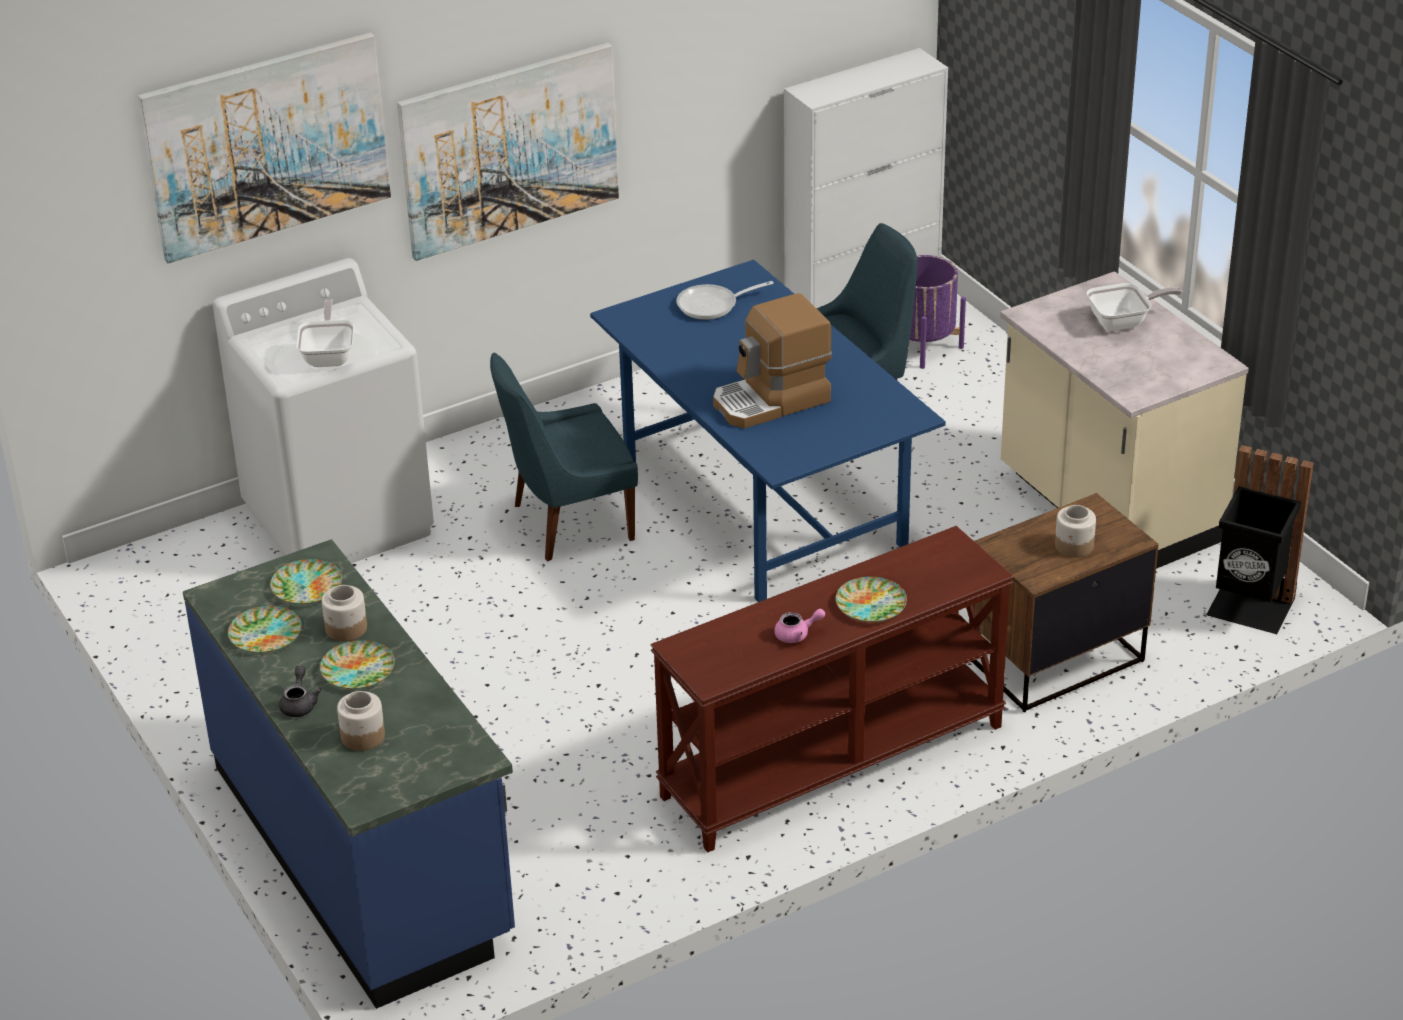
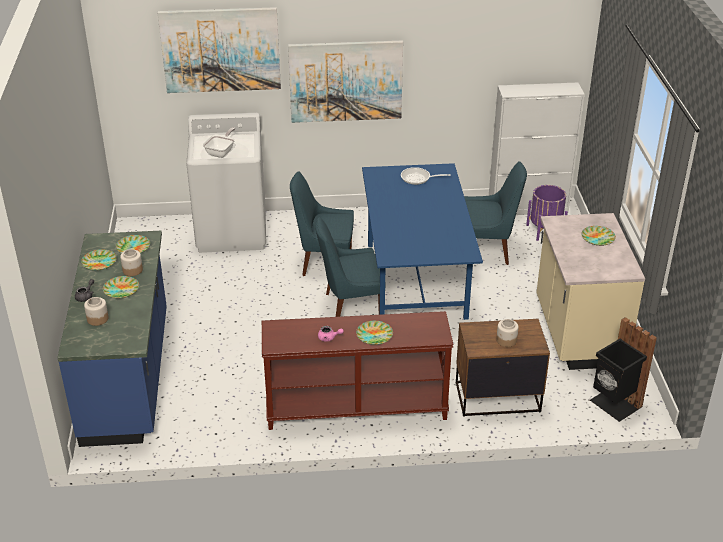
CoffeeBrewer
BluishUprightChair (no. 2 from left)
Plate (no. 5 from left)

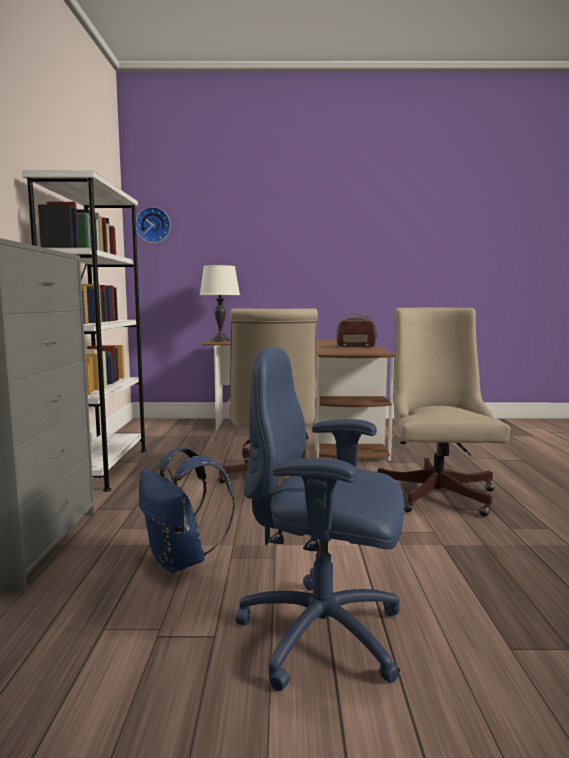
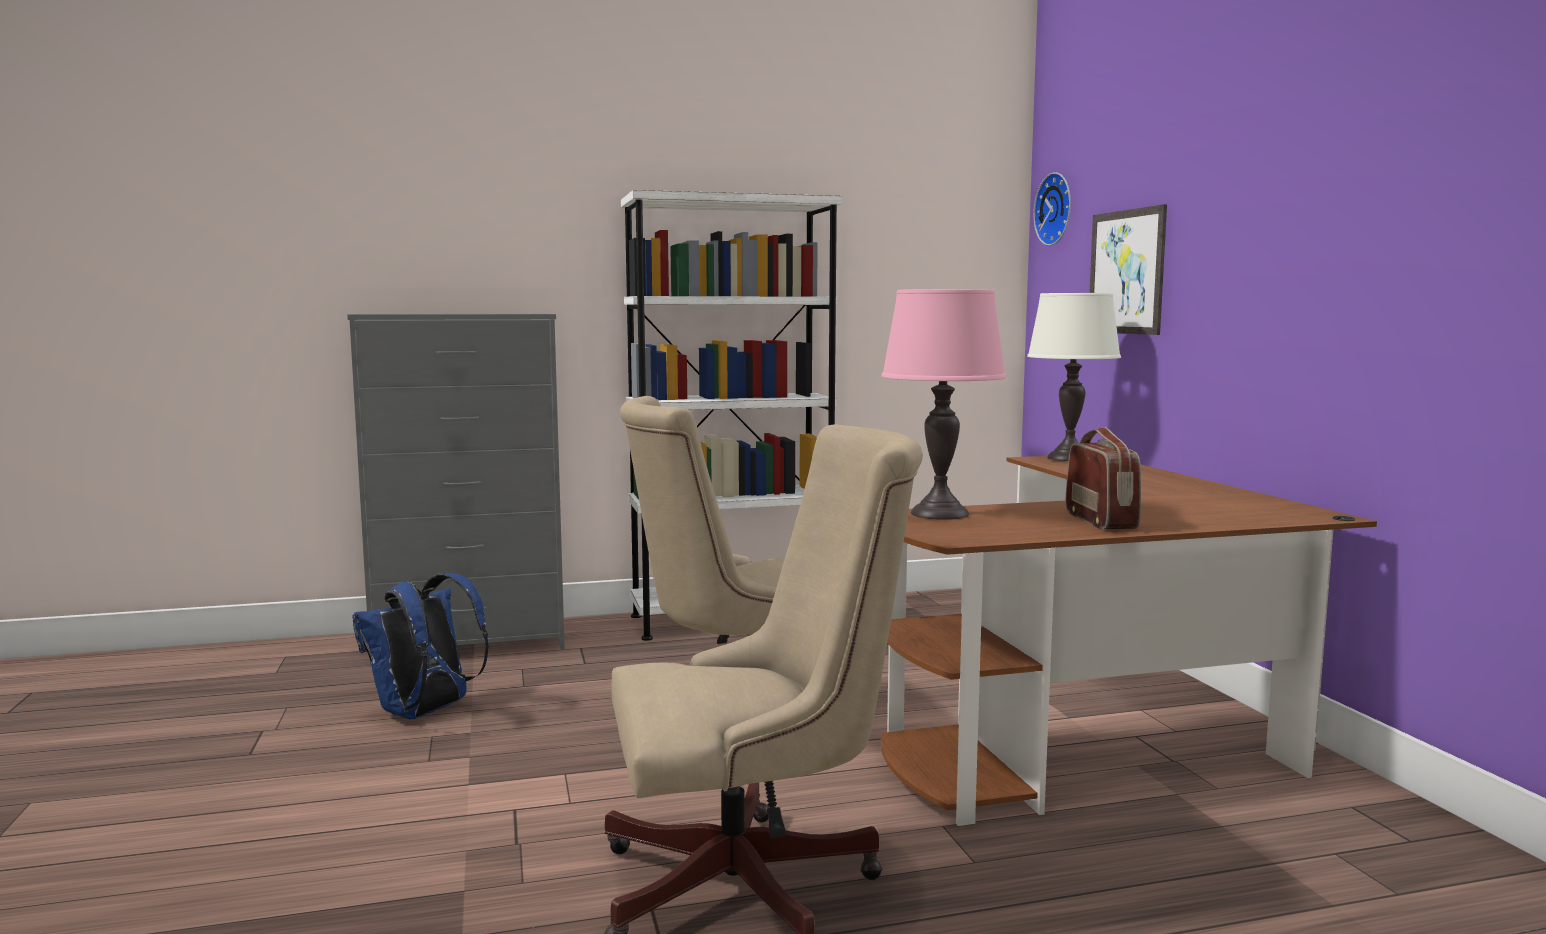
BluishDeskChair
PinkColouredTableLamp
WallArt

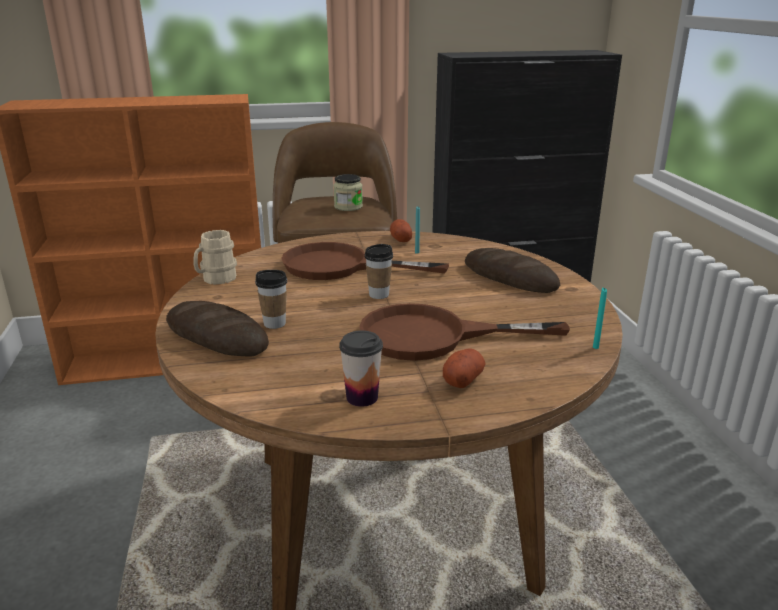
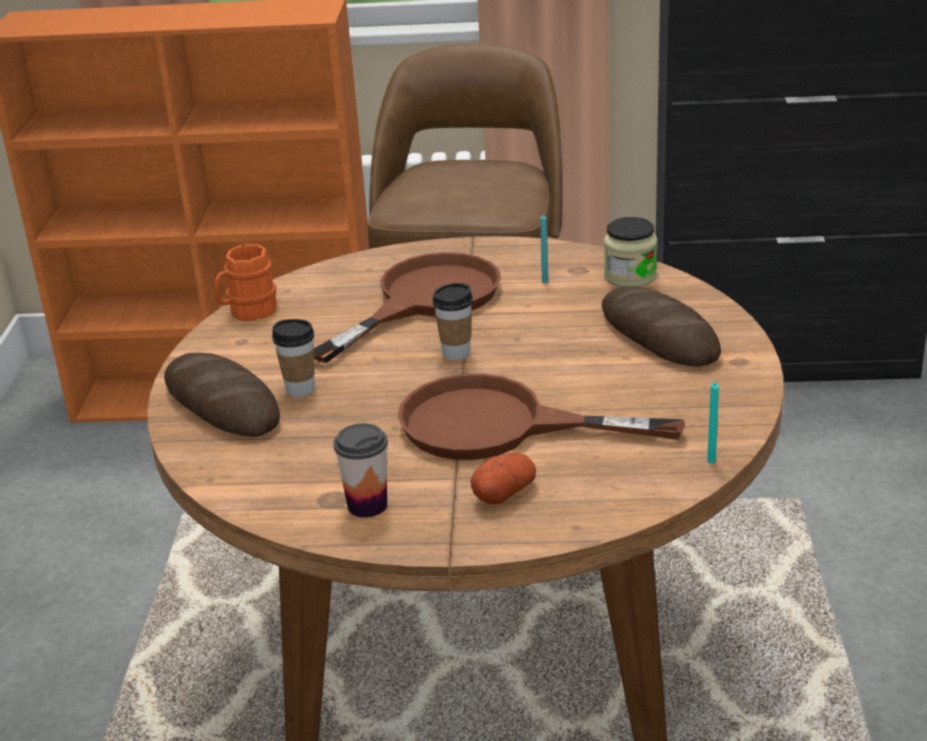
Potato (no. 1 from left in the first image)
Jar
OrangeyTeaMug
BrownColouredPan (no. 1 from left)

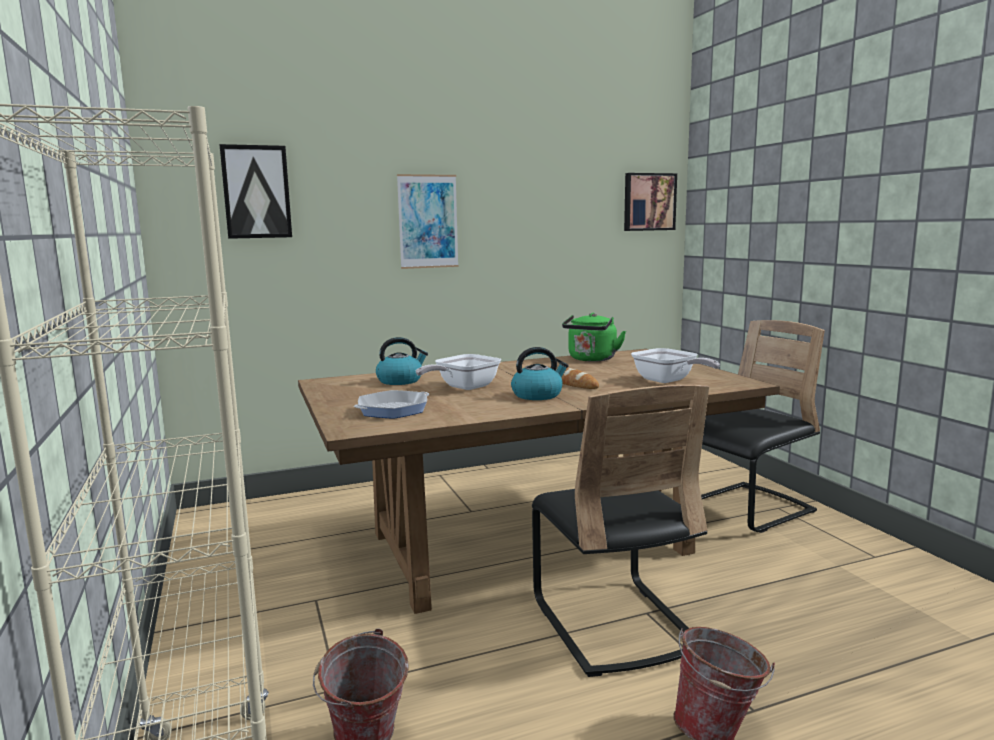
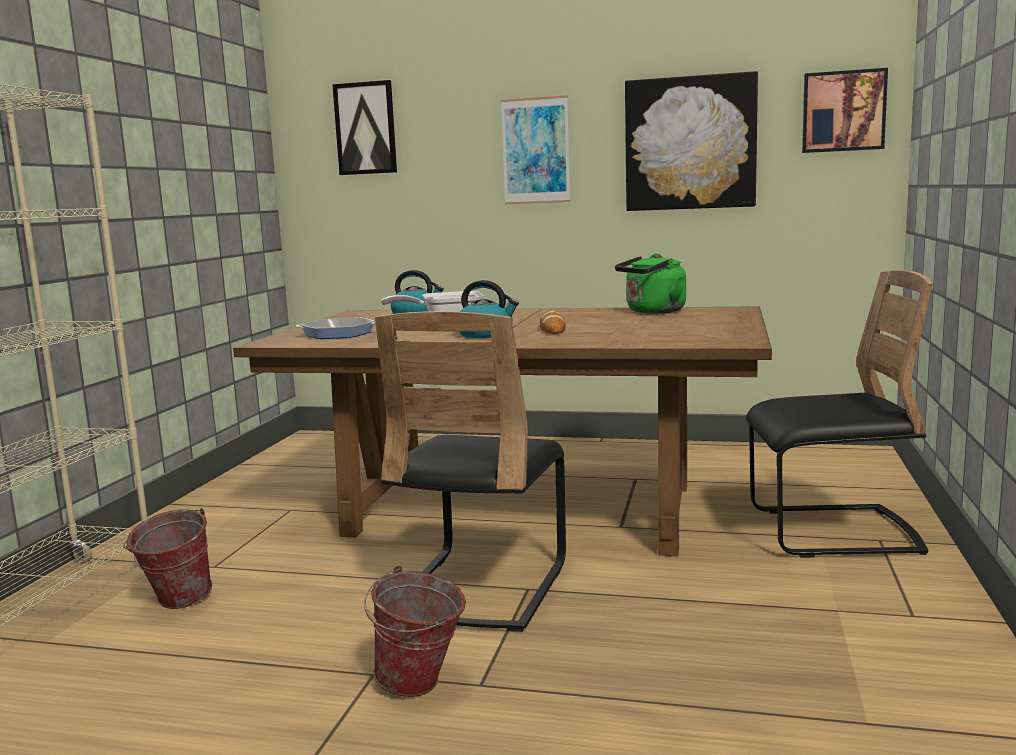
Pan (no. 3 from left in the first image)
WallArt (no. 3 from left)

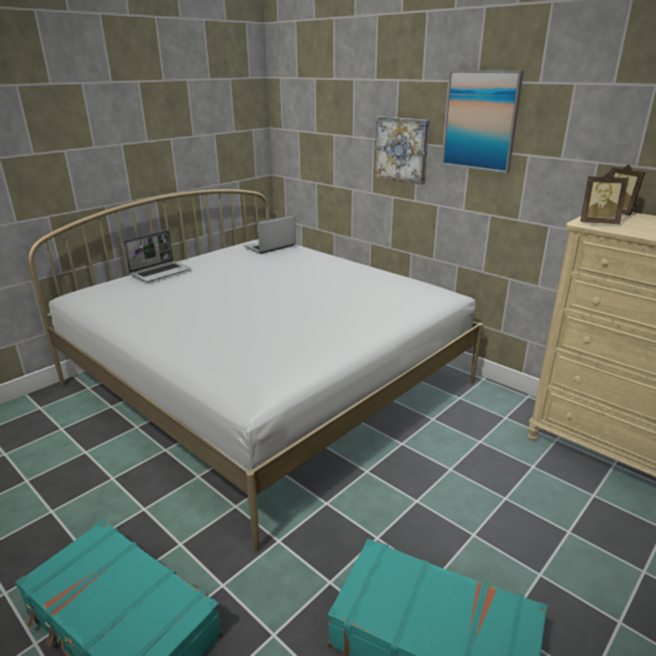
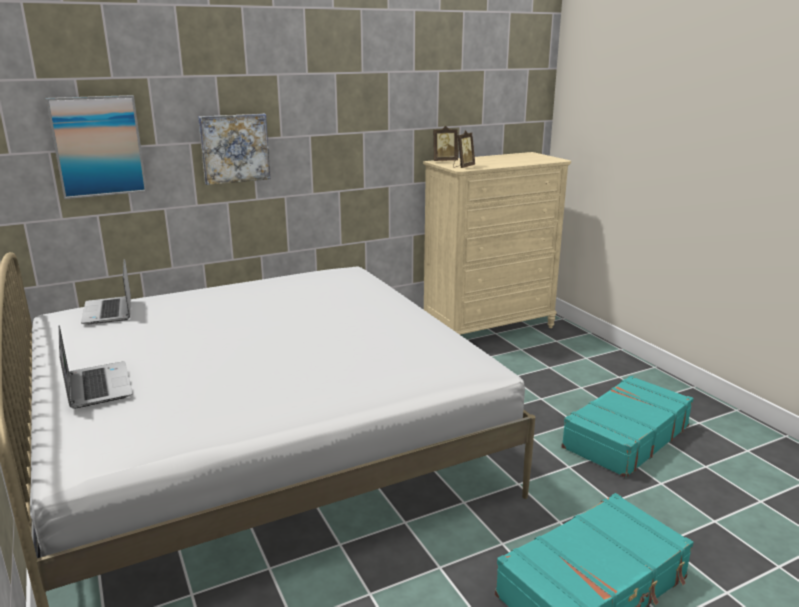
WallArt (no. 1 from left)

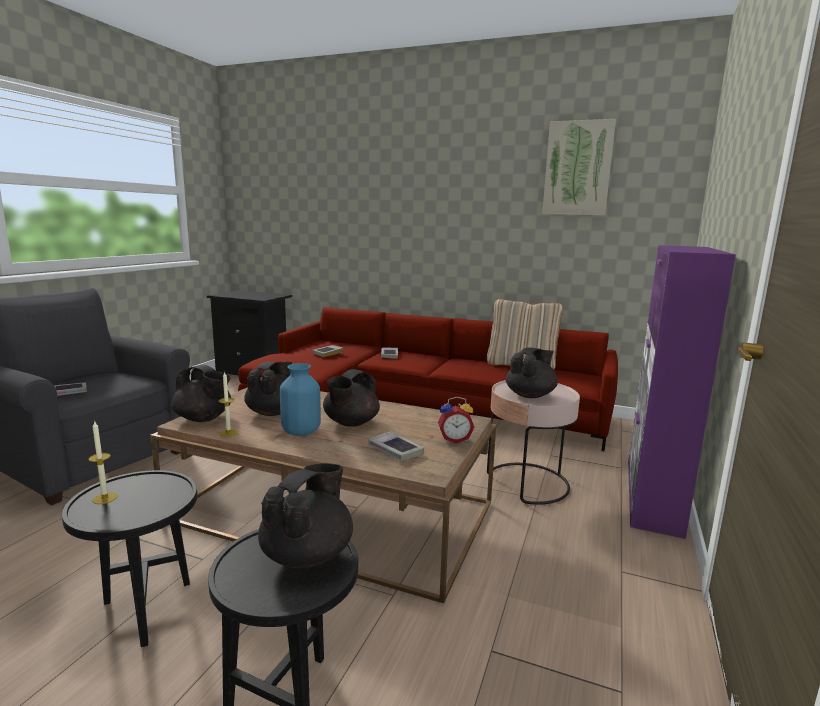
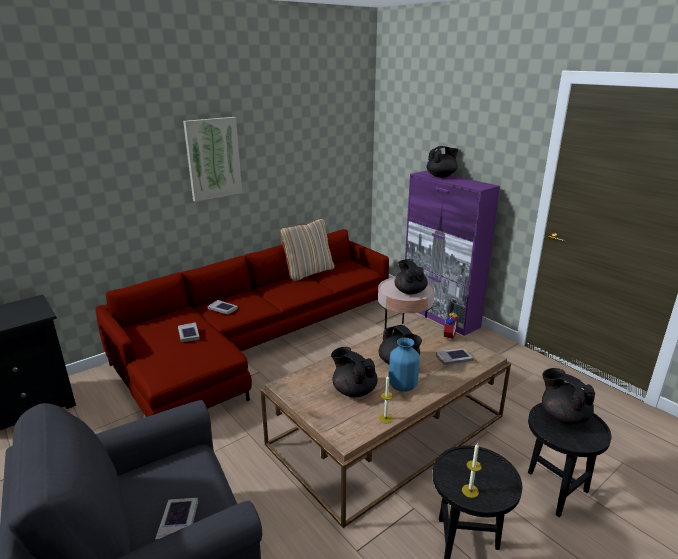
BlackishTeapot (no. 4 from left)
WallArt

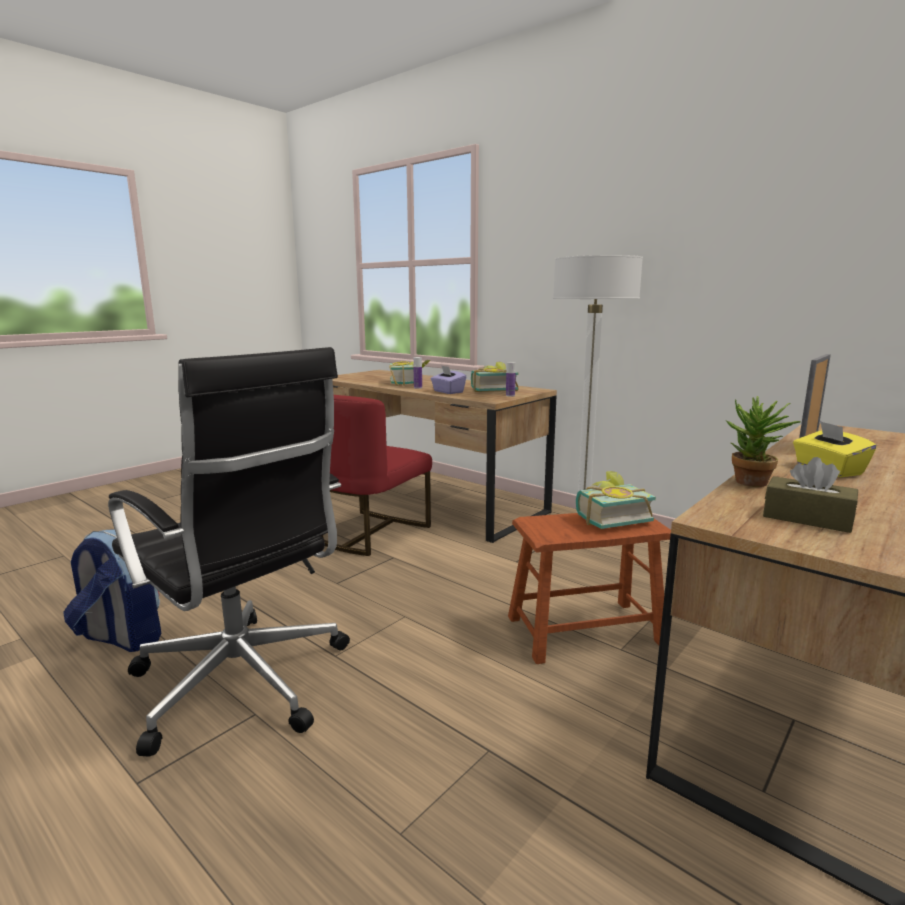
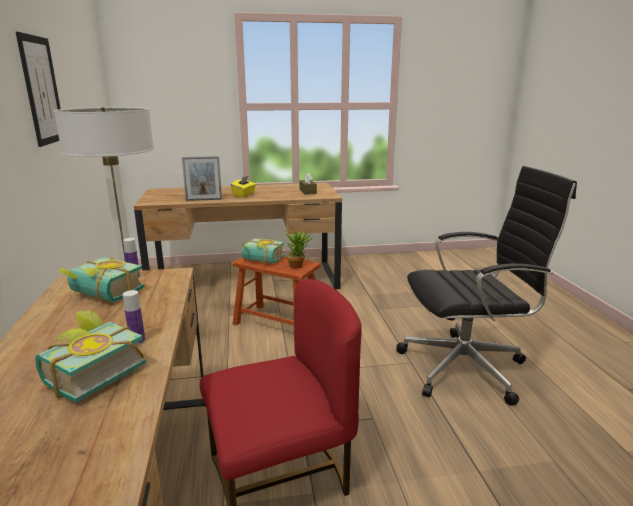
Rucksack
PurpleColouredTissueHolder
WallArt
Houseplant
BlackishDeskChair

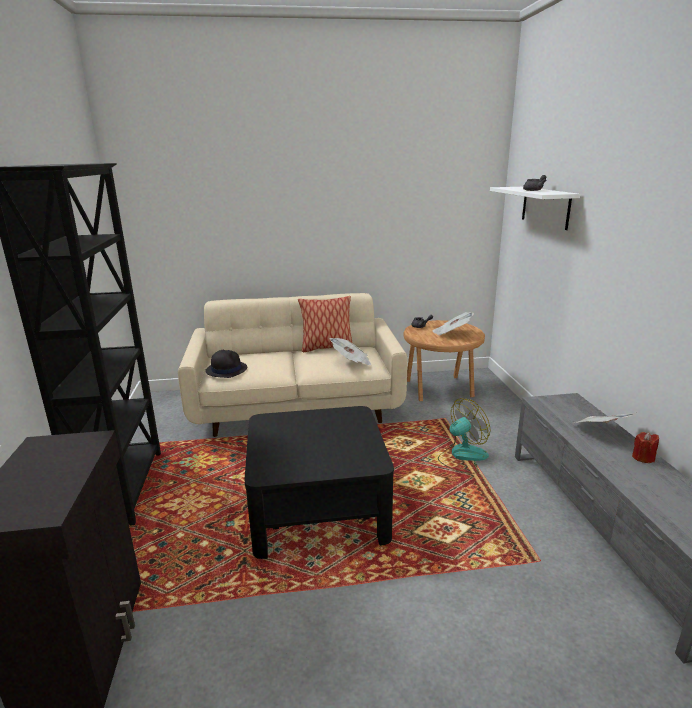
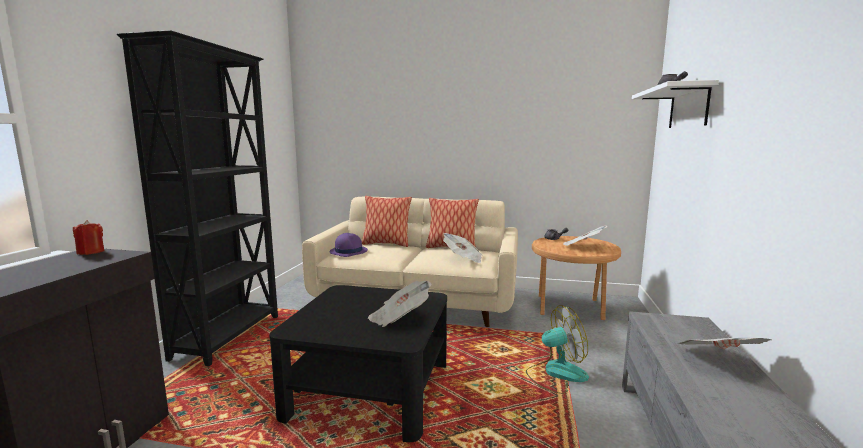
ThrowPillow (no. 1 from left)
PrintedPaper (no. 1 from left)
ReddishWaxLight
PurpleColouredHat

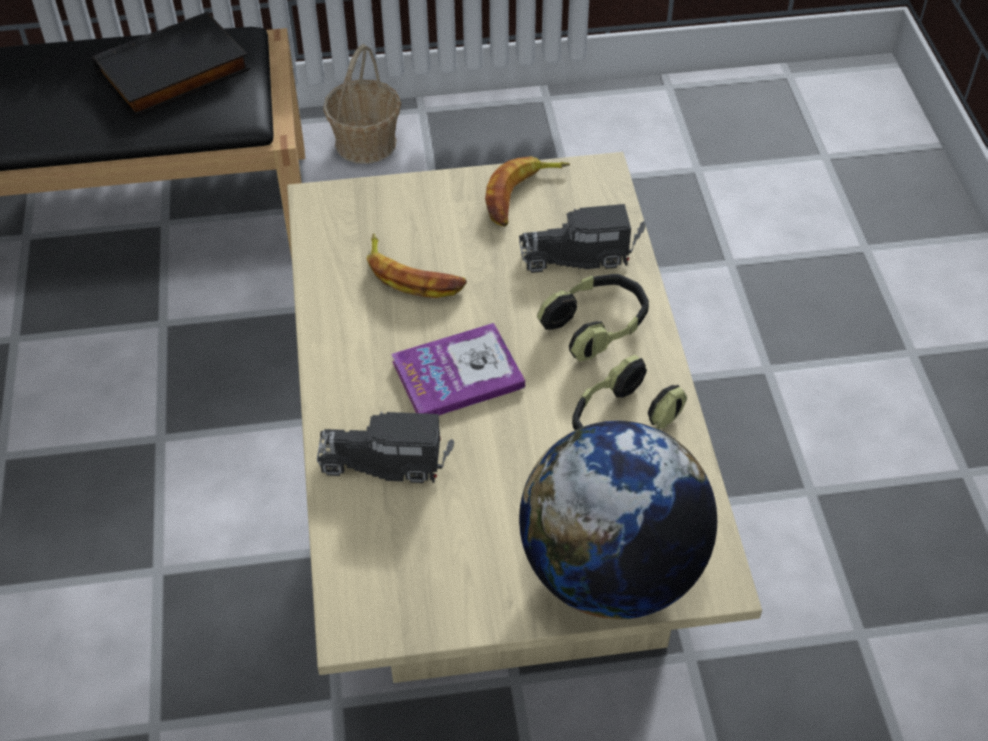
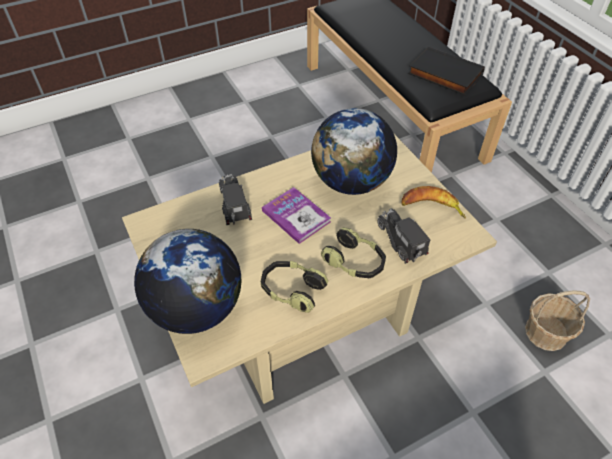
StorageBasket
WorldGlobe (no. 2 from left)

